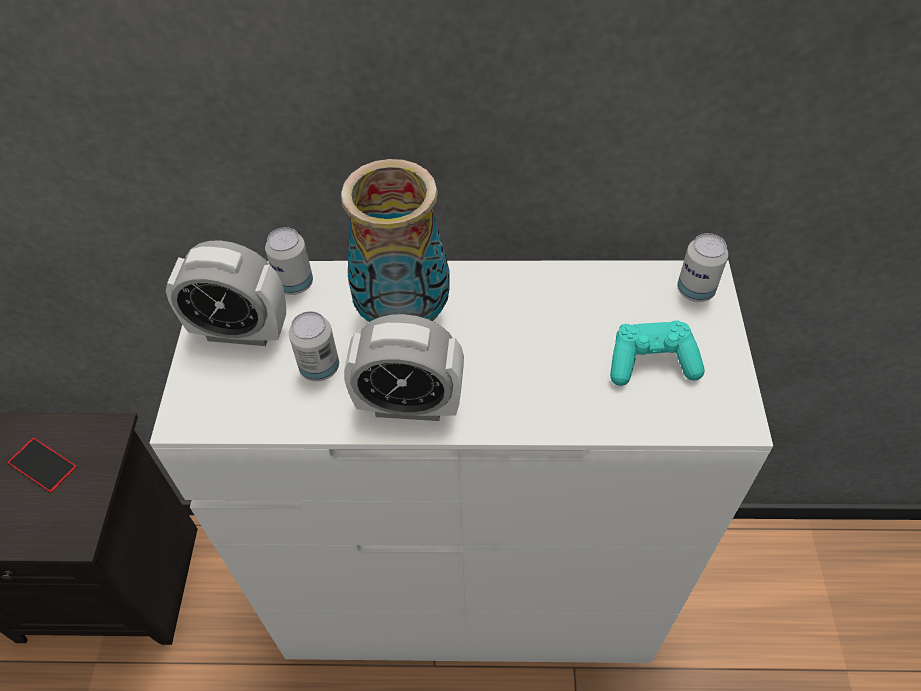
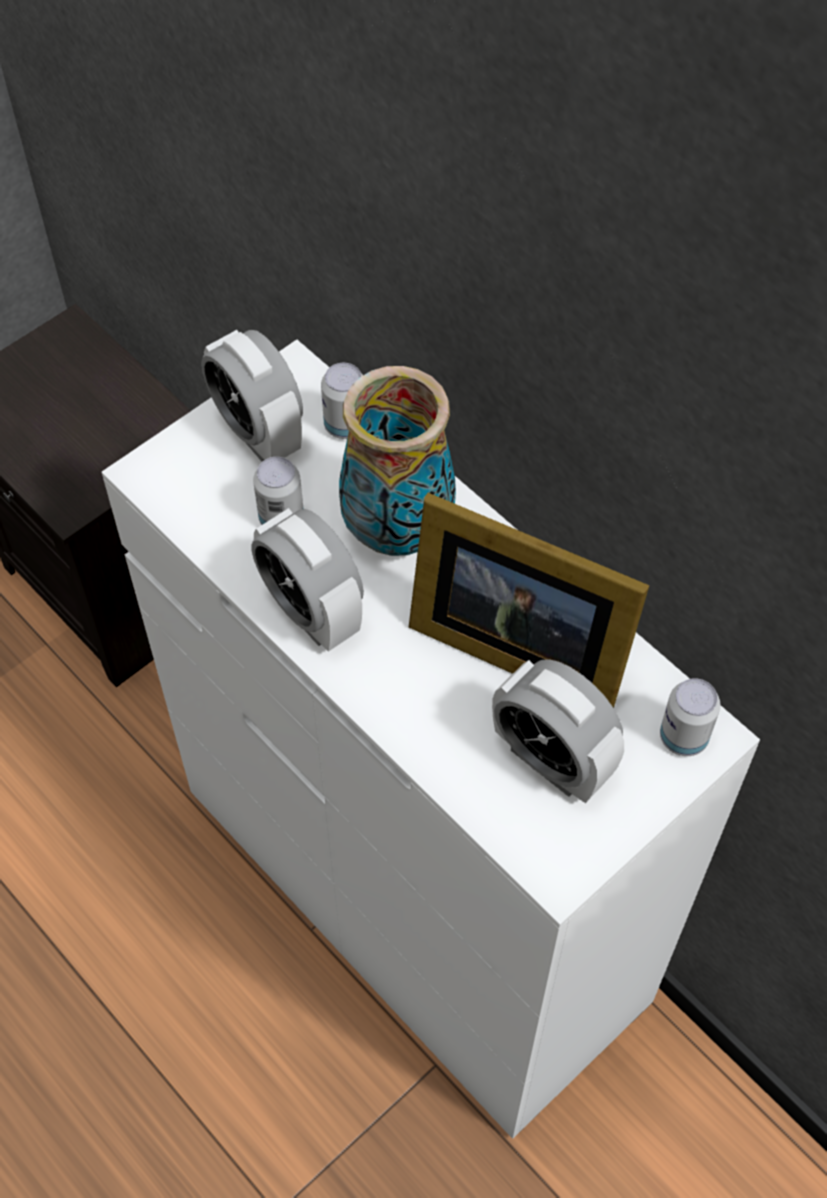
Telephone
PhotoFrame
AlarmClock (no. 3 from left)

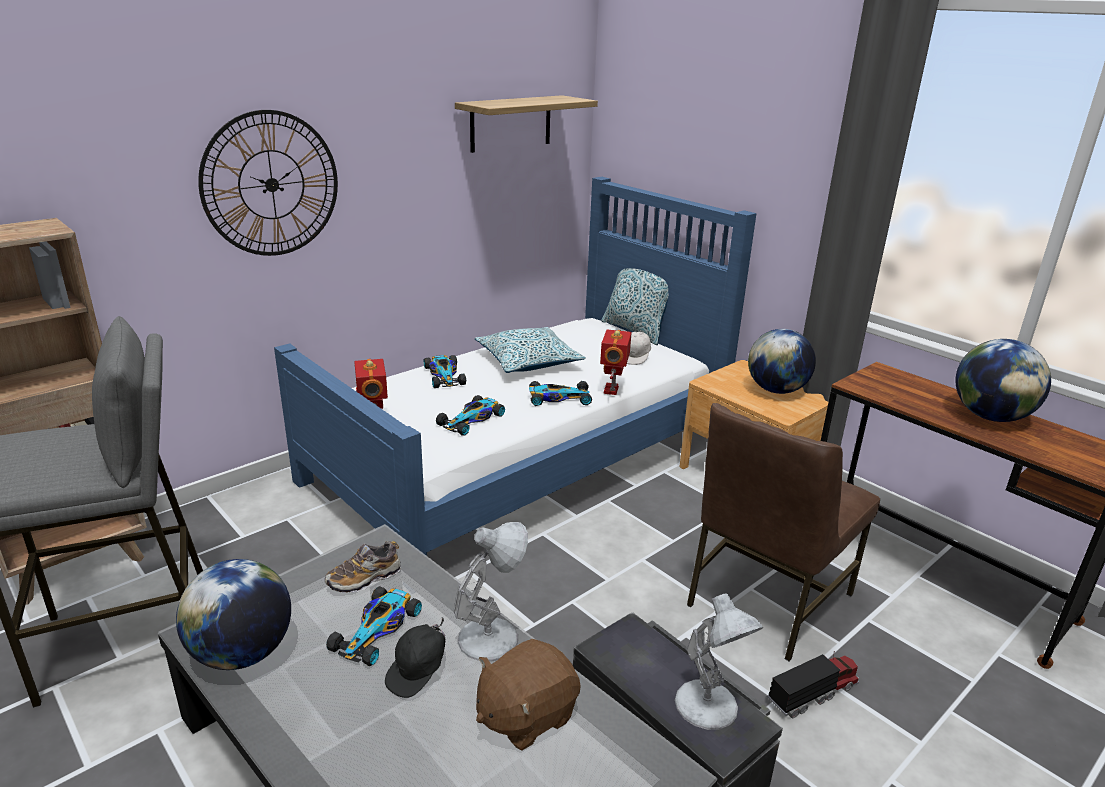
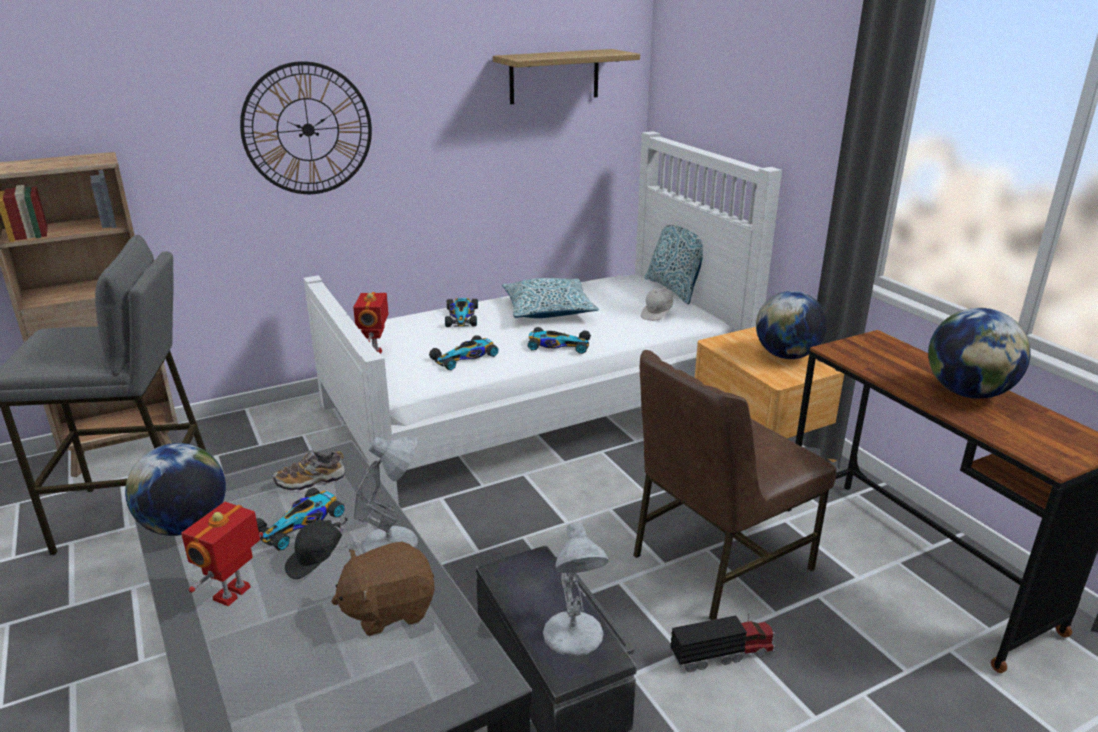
ModelRobot (no. 1 from left)
WhitishBed

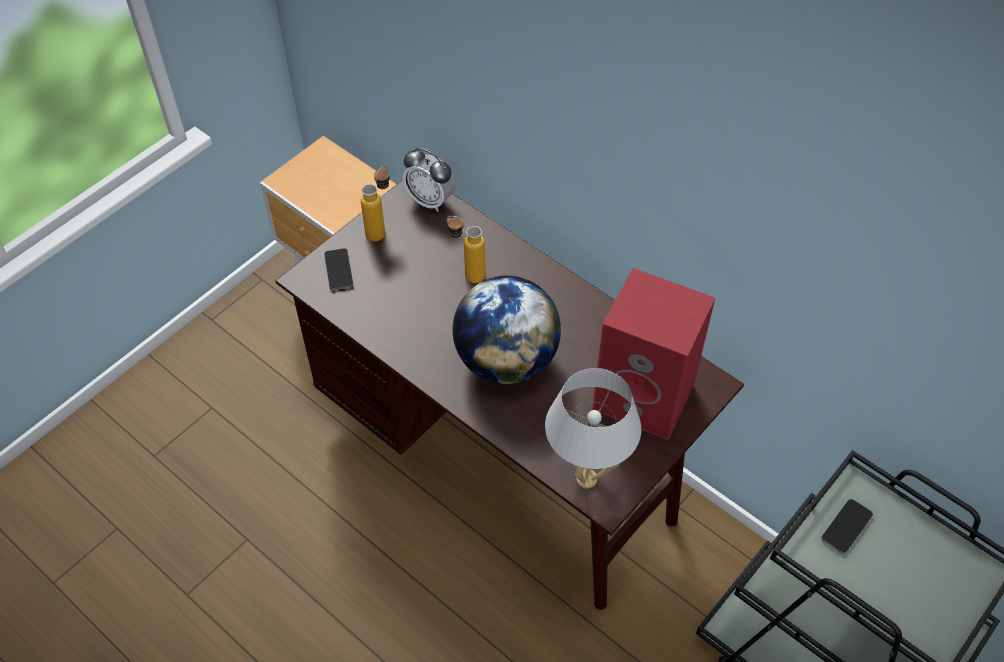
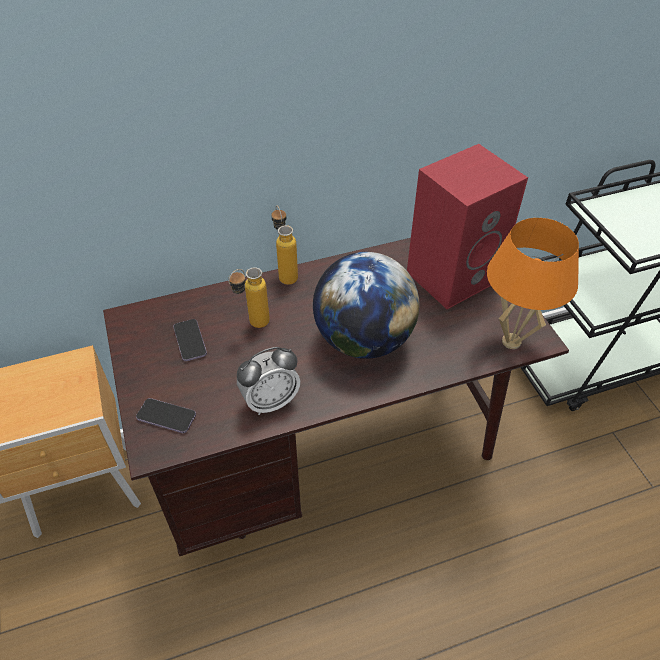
BeverageBottle (no. 2 from left)
AlarmClock
Telephone (no. 2 from left)
OrangeyTableLamp

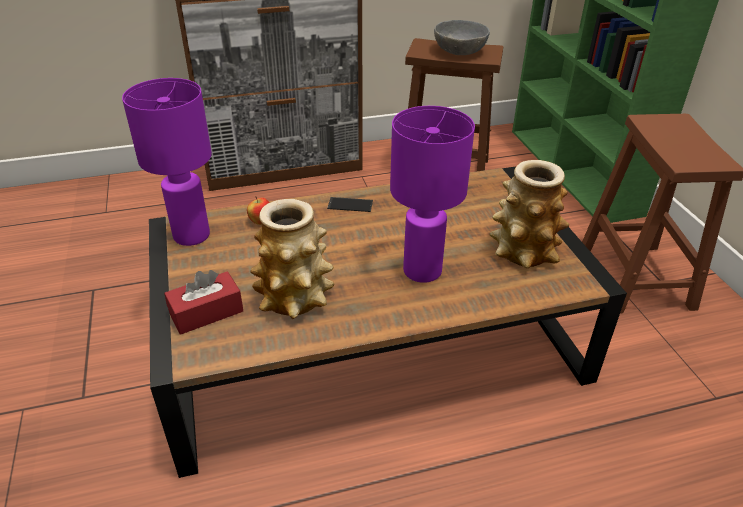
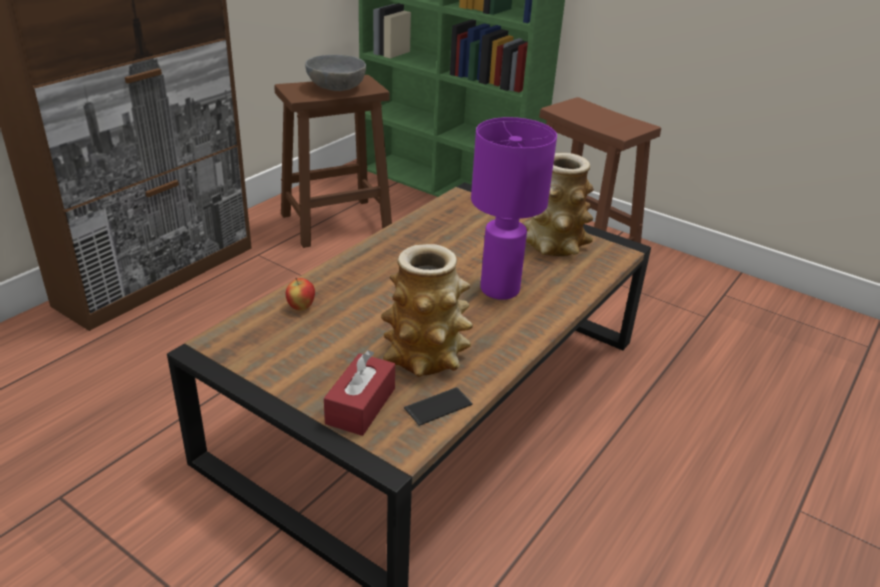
PurpleColouredTableLamp (no. 1 from left in the first image)
Telephone

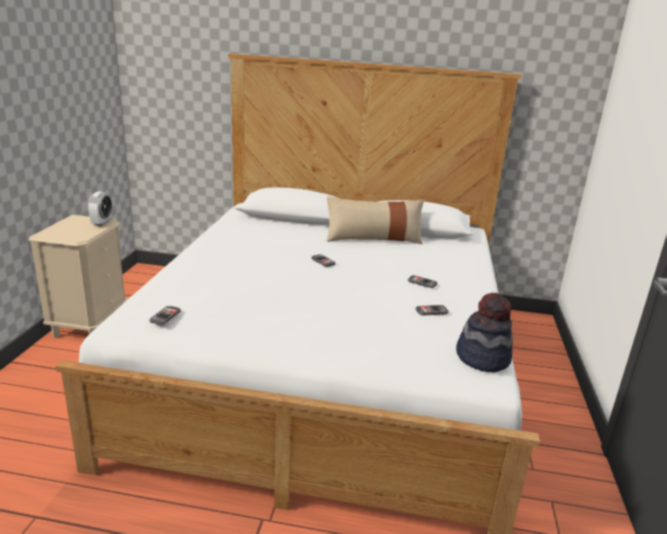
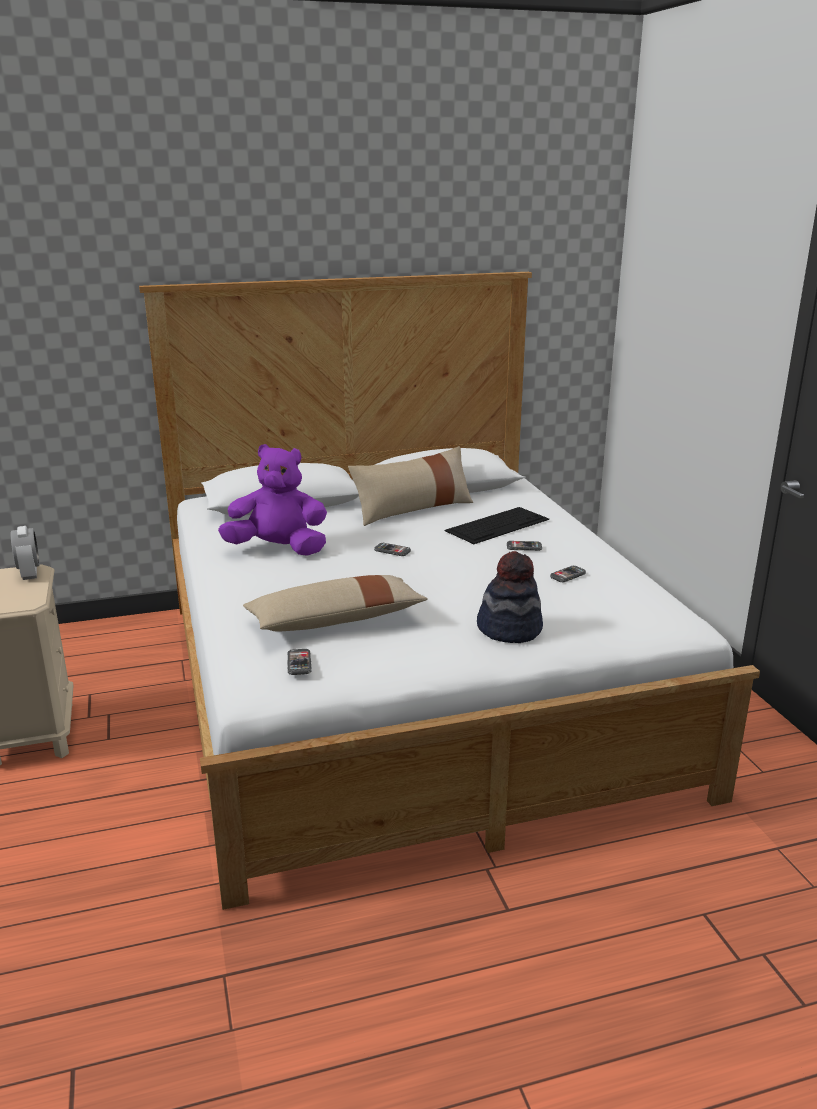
PurpleColouredCuddlyToy
SandColouredThrowPillow (no. 1 from left)
ComputerKeyboard
Hat

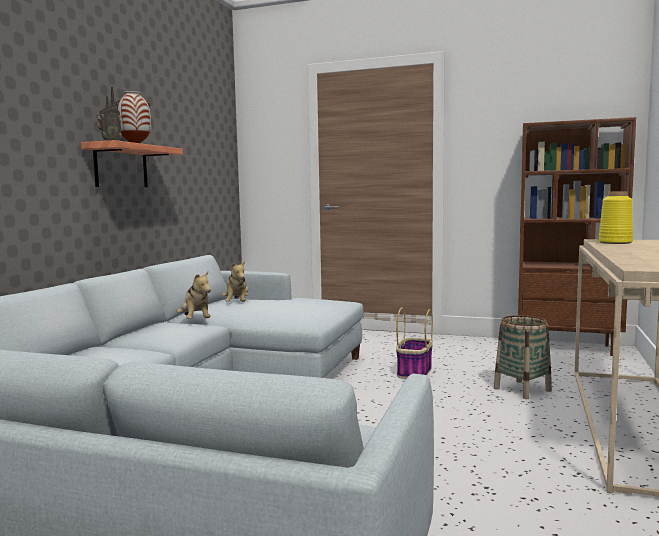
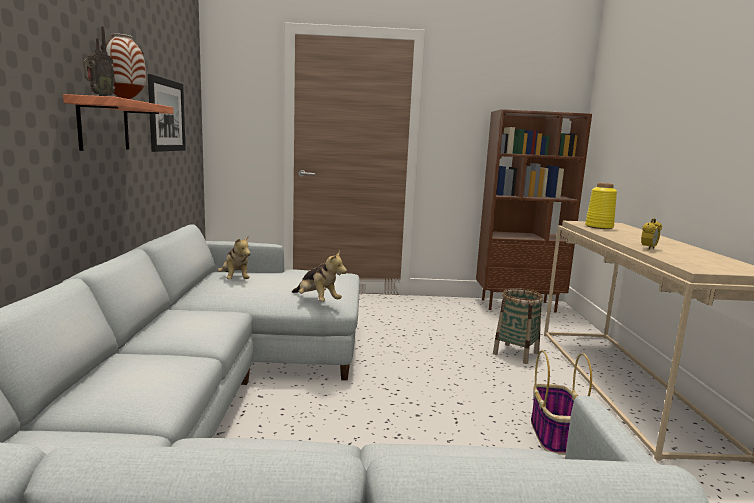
WallArt
AlarmClock
CuddlyToy (no. 2 from left)
StorageBasket (no. 2 from left)

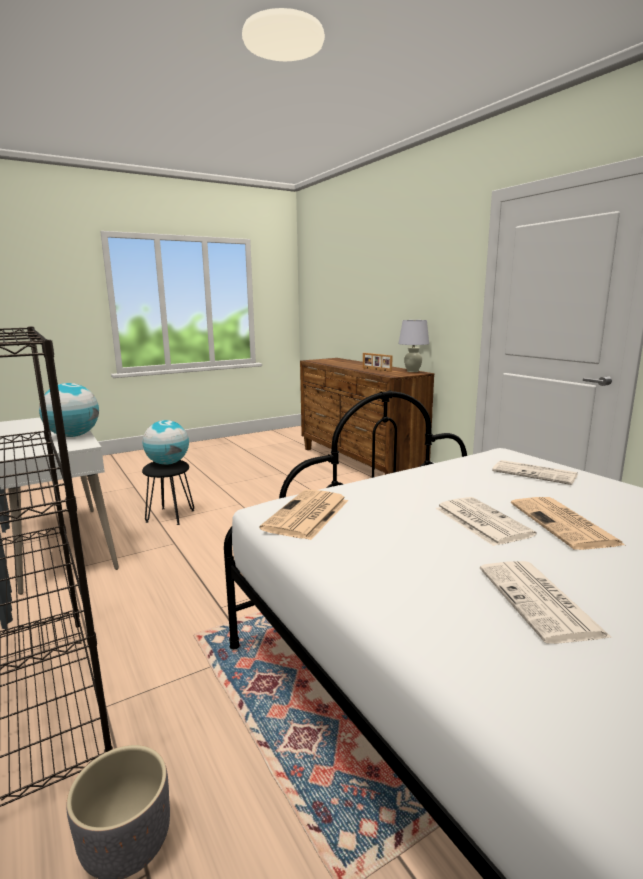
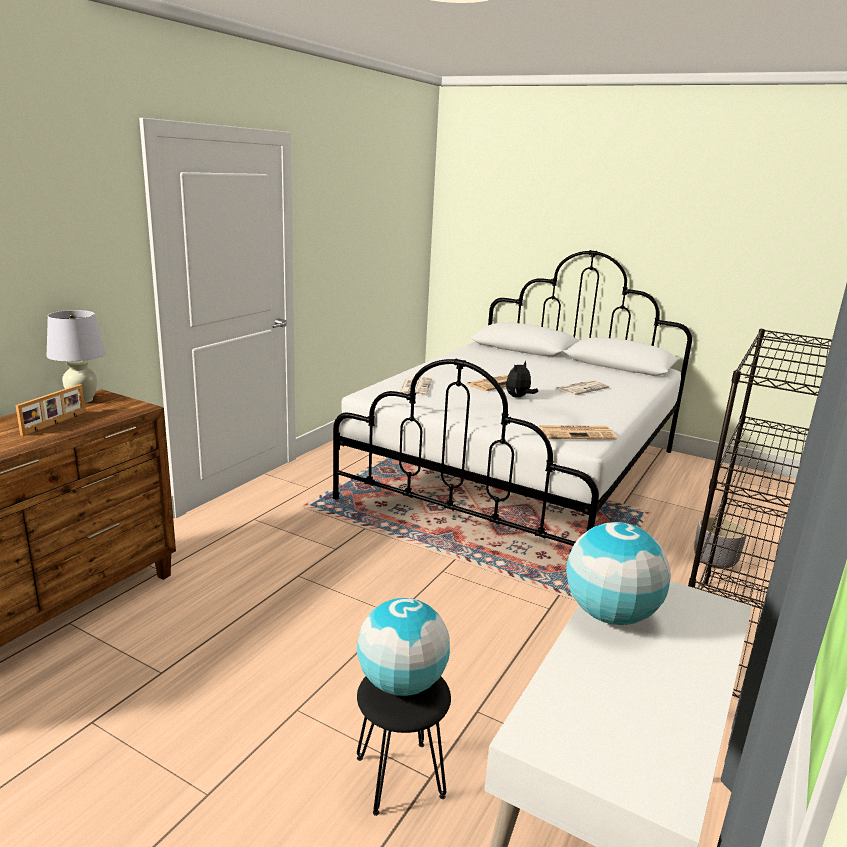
CuddlyToy

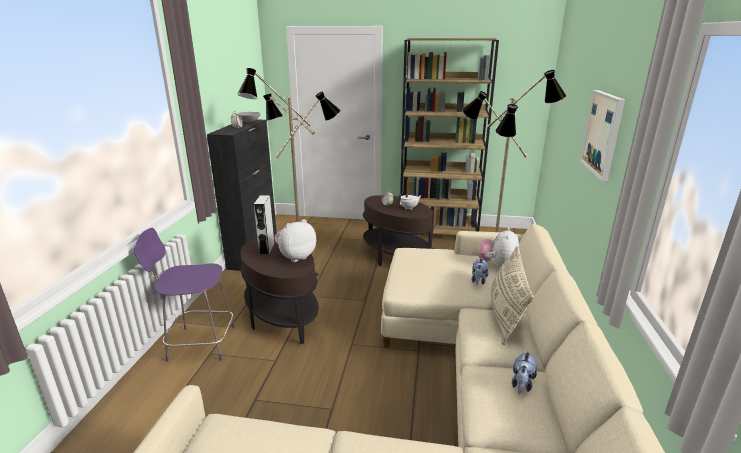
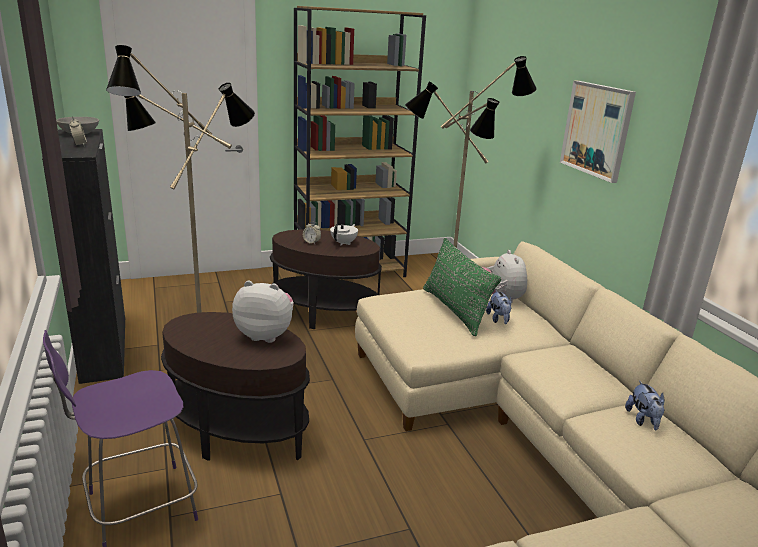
GreyishAudioSpeaker
SandColouredThrowPillow
GreenThrowPillow
CuddlyToy (no. 1 from left)

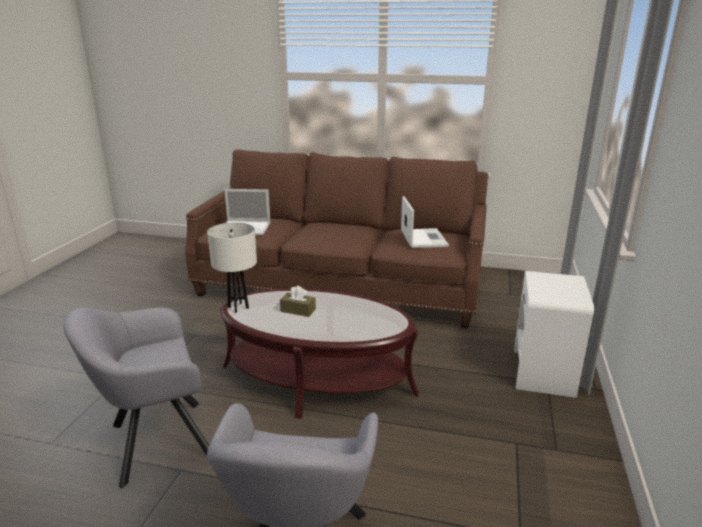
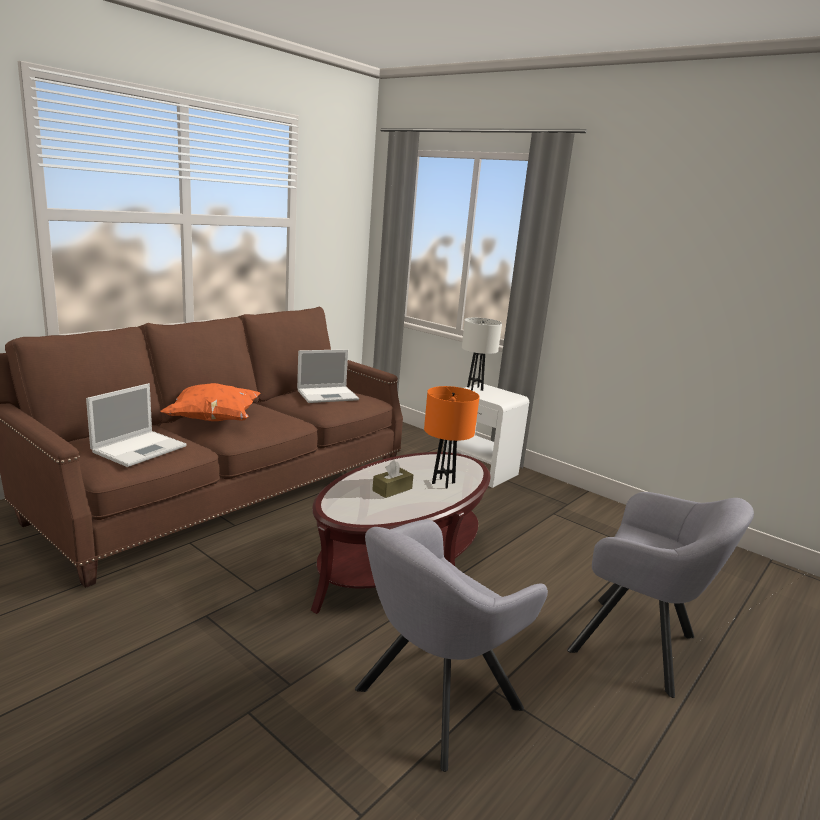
OrangeyThrowPillow
OrangeyTableLamp
WhitishTableLamp
GreyishArmchair (no. 1 from left)
NotebookComputer (no. 2 from left)

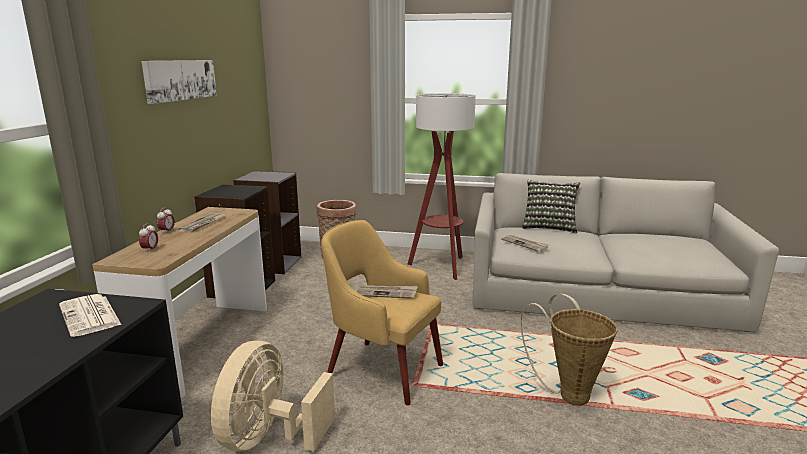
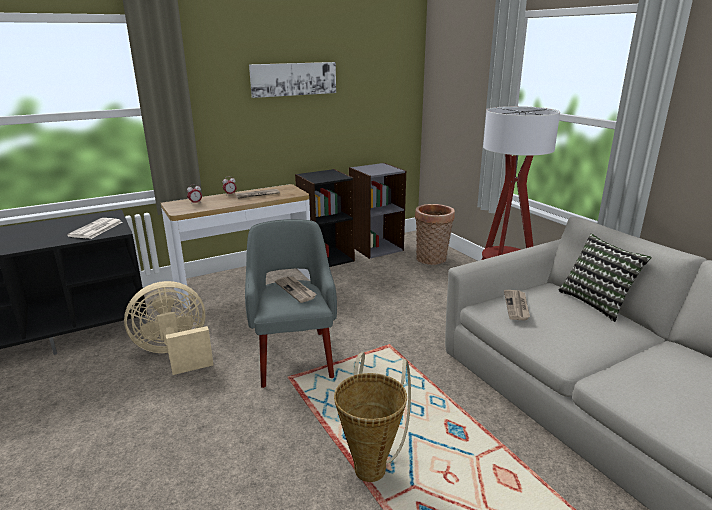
GreyishArmchair

